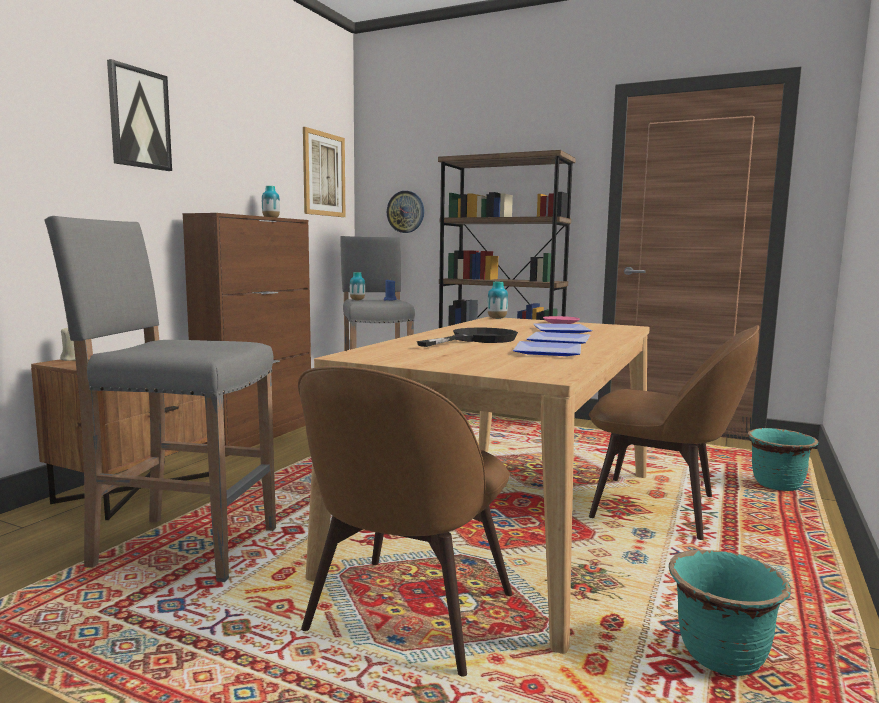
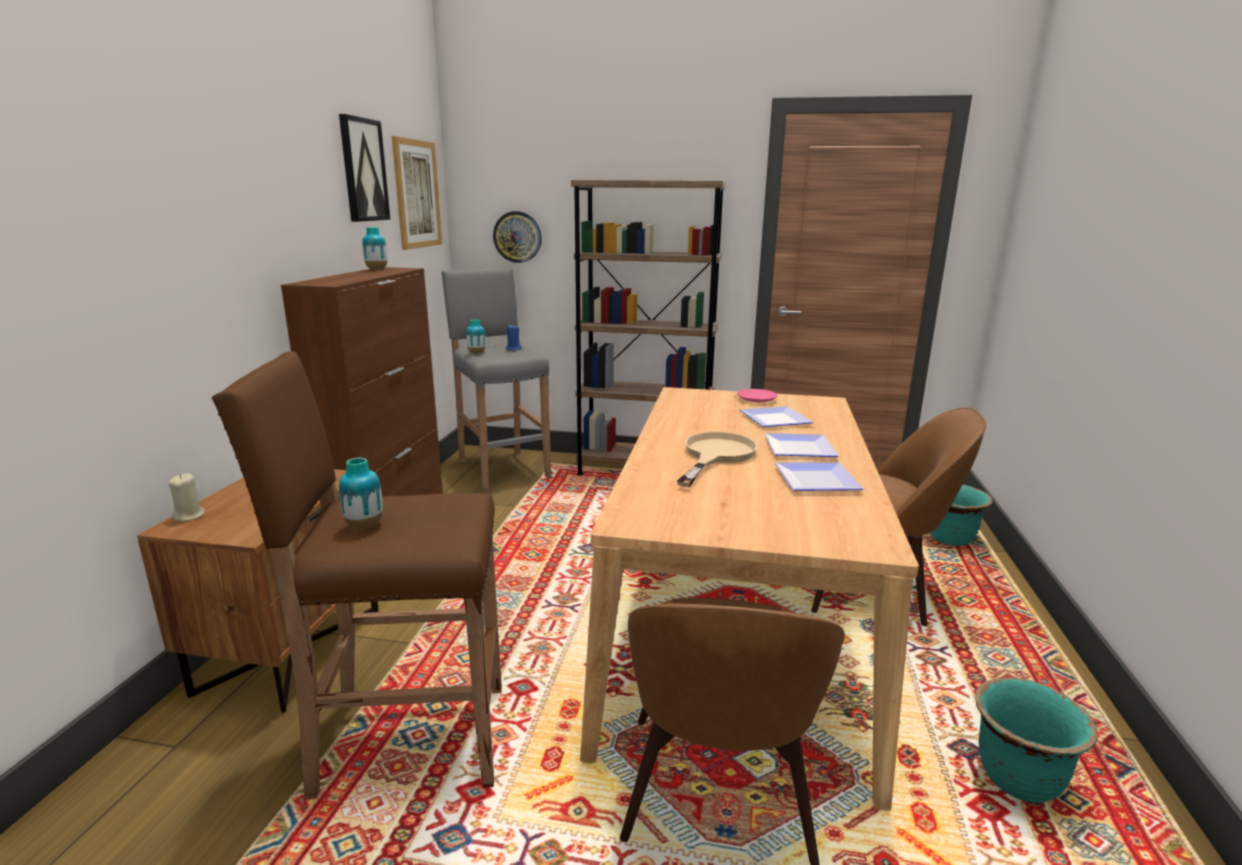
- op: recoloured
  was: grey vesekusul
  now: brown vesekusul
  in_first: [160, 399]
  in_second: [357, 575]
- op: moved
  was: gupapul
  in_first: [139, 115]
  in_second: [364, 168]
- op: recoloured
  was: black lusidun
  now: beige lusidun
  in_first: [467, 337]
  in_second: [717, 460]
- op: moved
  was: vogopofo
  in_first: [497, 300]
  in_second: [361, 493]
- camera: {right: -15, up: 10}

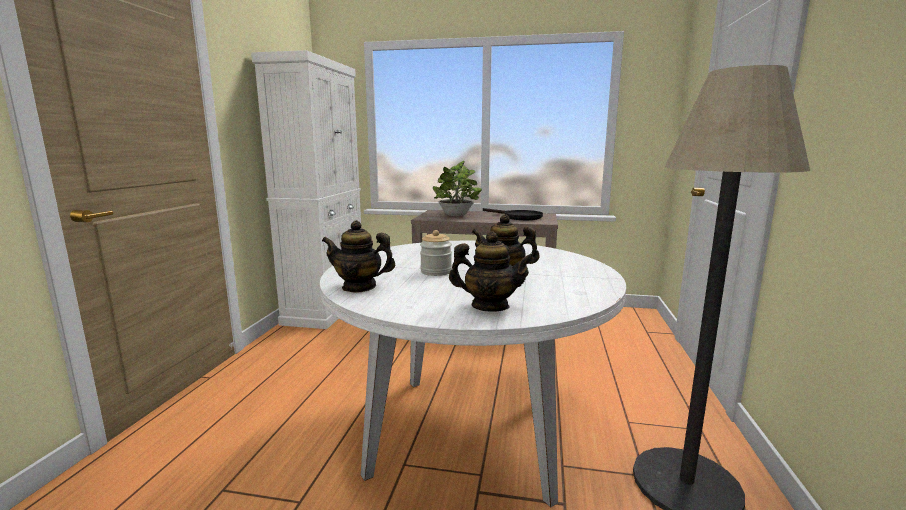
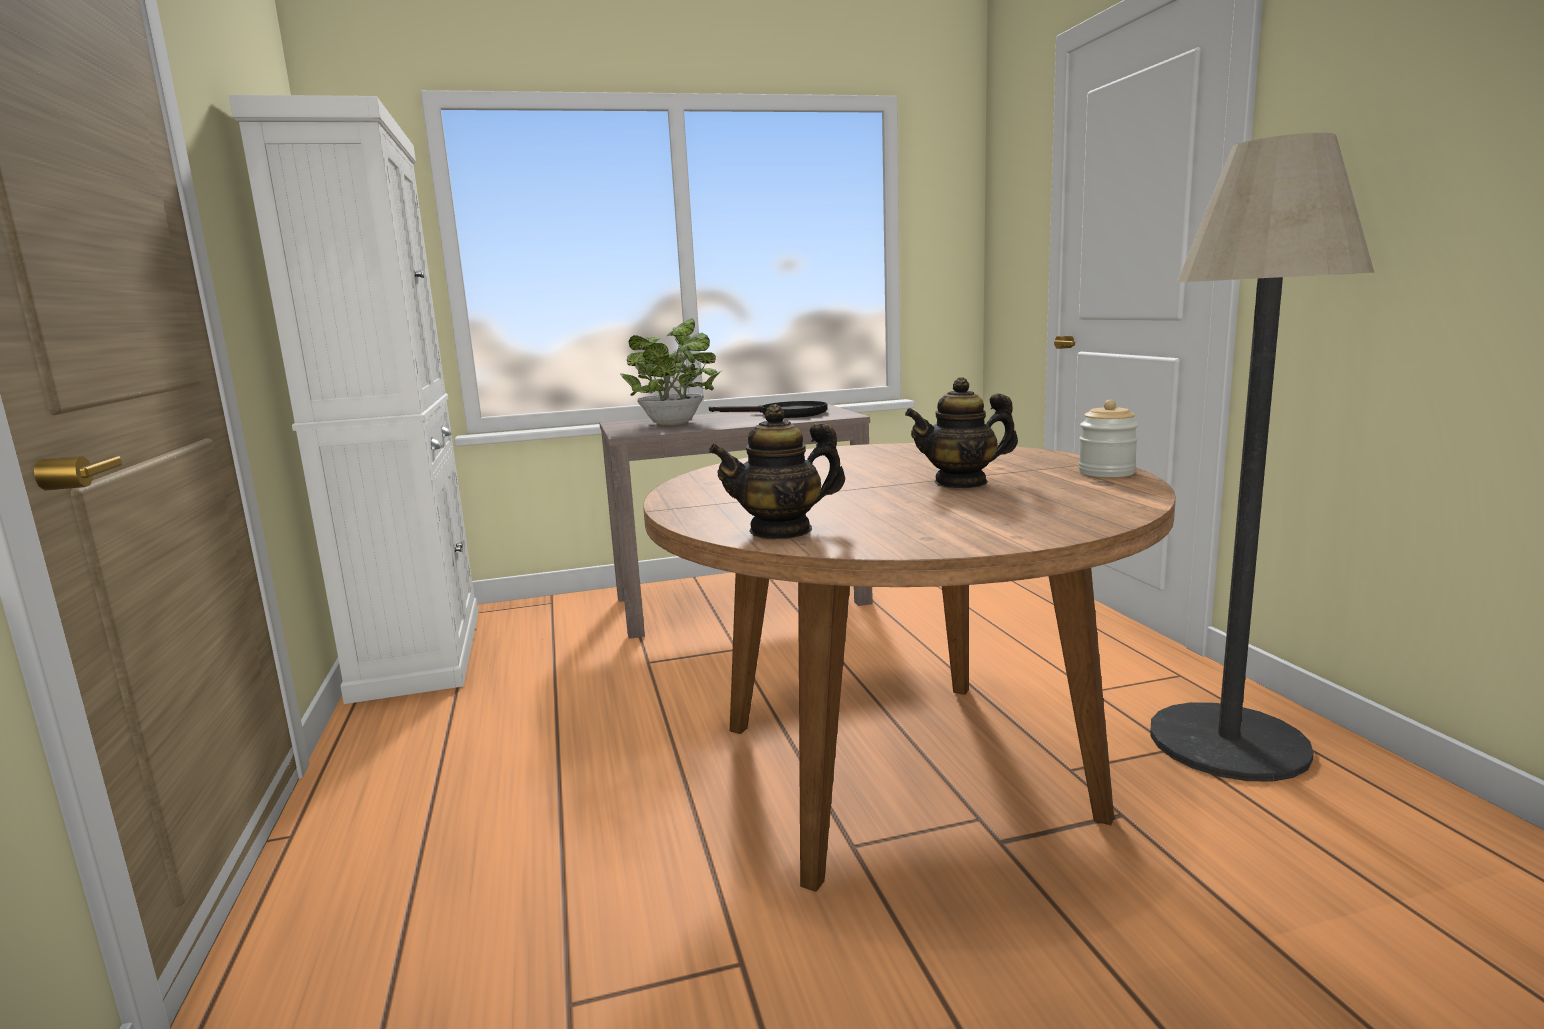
- op: recoloured
  was: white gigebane
  now: brown gigebane
  in_first: [473, 374]
  in_second: [909, 667]
- op: moved
  was: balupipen
  in_first: [436, 253]
  in_second: [1108, 438]
- op: removed
  was: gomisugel
  in_first: [491, 271]
- camera: {right: -25, up: 0}

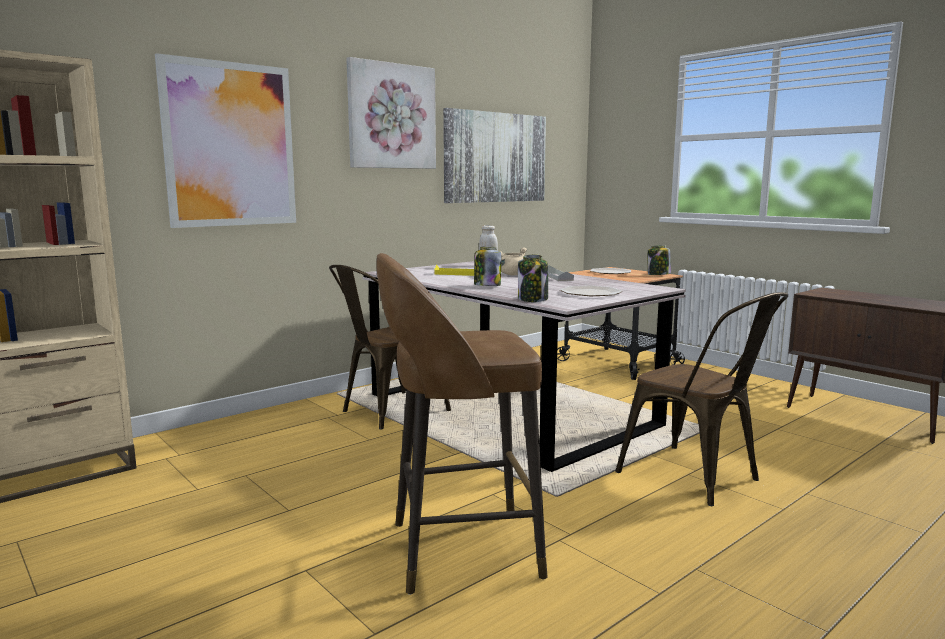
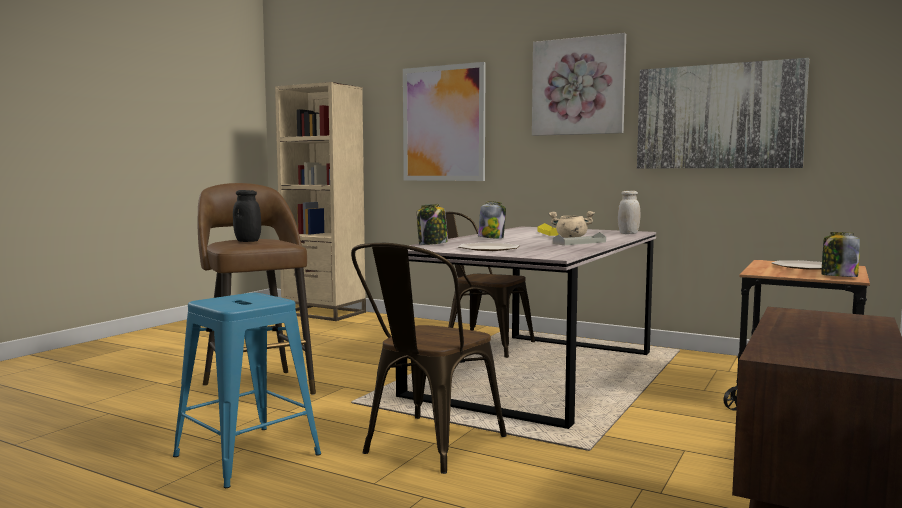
- op: added
  now: blue vesekusul
  in_second: [247, 390]
- op: added
  now: black balupipen
  in_second: [247, 216]
- camera: {right: 70, up: -5}

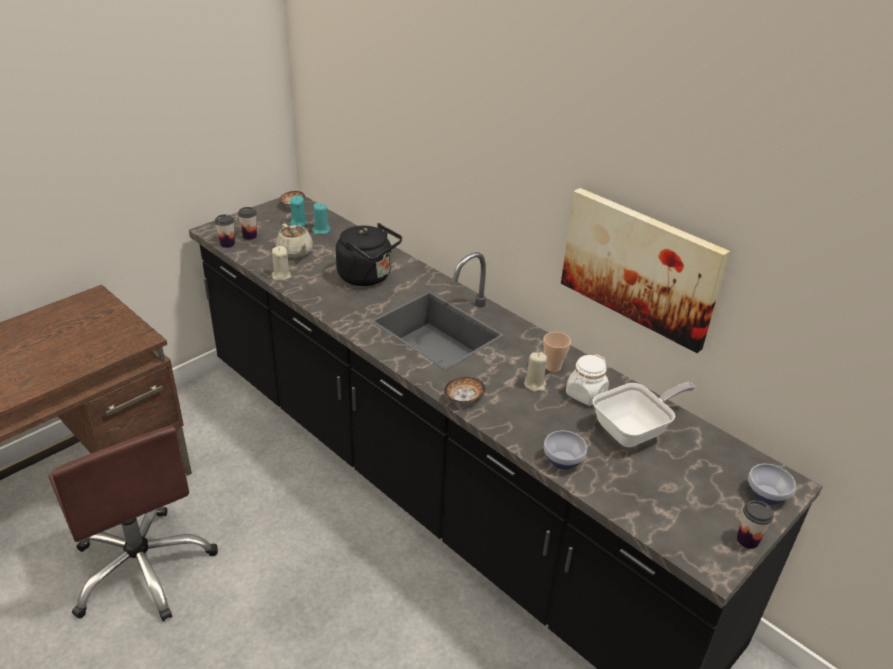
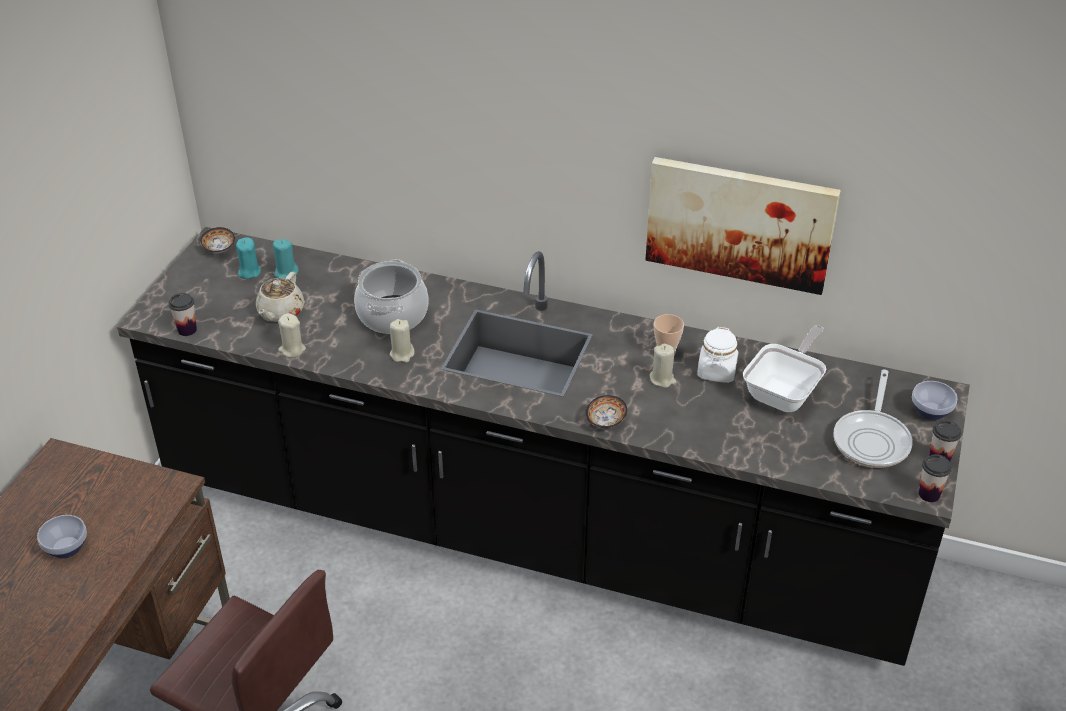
- op: moved
  was: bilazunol
  in_first: [247, 223]
  in_second: [935, 478]
- op: turned
  was: beige gomisugel
  in_first: [294, 241]
  in_second: [280, 297]
  clockwise: 75
- op: replaced
  was: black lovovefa
  now: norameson
  in_first: [369, 254]
  in_second: [391, 296]
- op: moved
  was: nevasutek
  in_first: [565, 450]
  in_second: [62, 536]
- op: added
  now: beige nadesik
  in_second: [402, 340]
- op: added
  now: lusidun
  in_second: [873, 418]
- camera: {right: -25, up: 5}

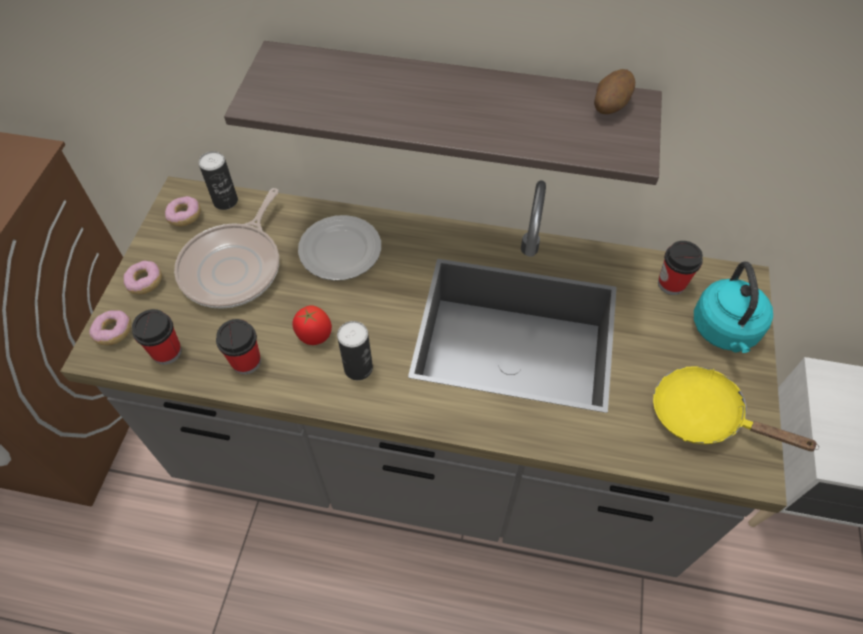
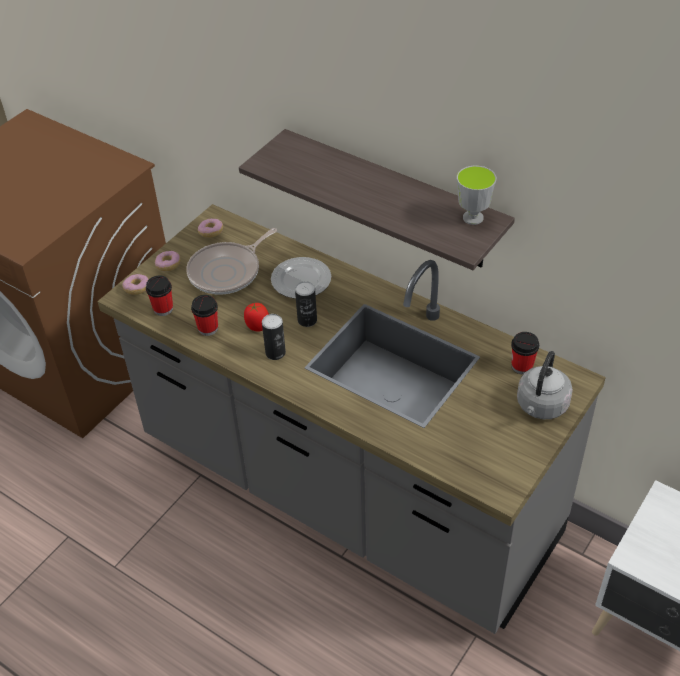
- op: moved
  was: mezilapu
  in_first: [218, 180]
  in_second: [306, 304]
- op: replaced
  was: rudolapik
  now: bilazunol
  in_first: [614, 91]
  in_second: [476, 195]
- op: removed
  was: yellow lusidun
  in_first: [736, 408]
- op: recoloured
  was: turquoise lovovefa
  now: grey lovovefa
  in_first: [733, 307]
  in_second: [545, 385]
- camera: {right: 25, up: -10}

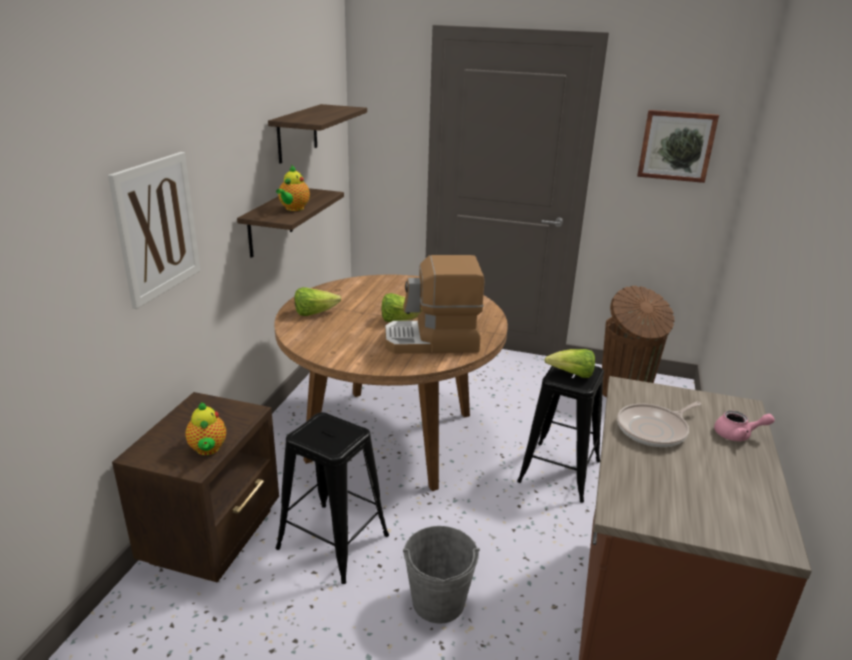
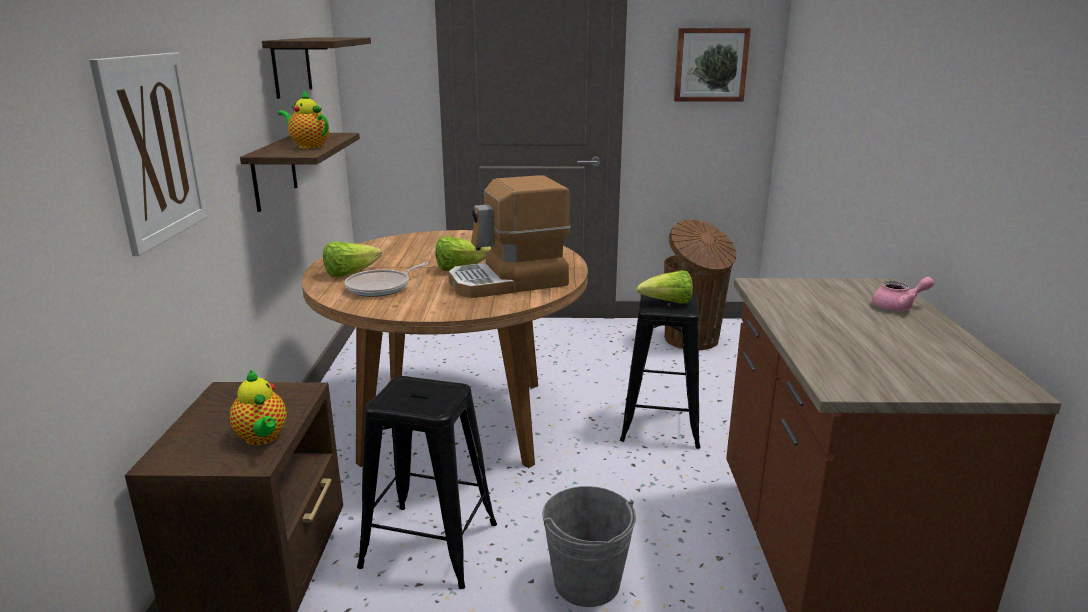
- op: turned
  was: gomisugel
  in_first: [293, 188]
  in_second: [303, 119]
  clockwise: 120
- op: moved
  was: lusidun
  in_first: [659, 424]
  in_second: [386, 280]
- camera: {right: -15, up: -5}

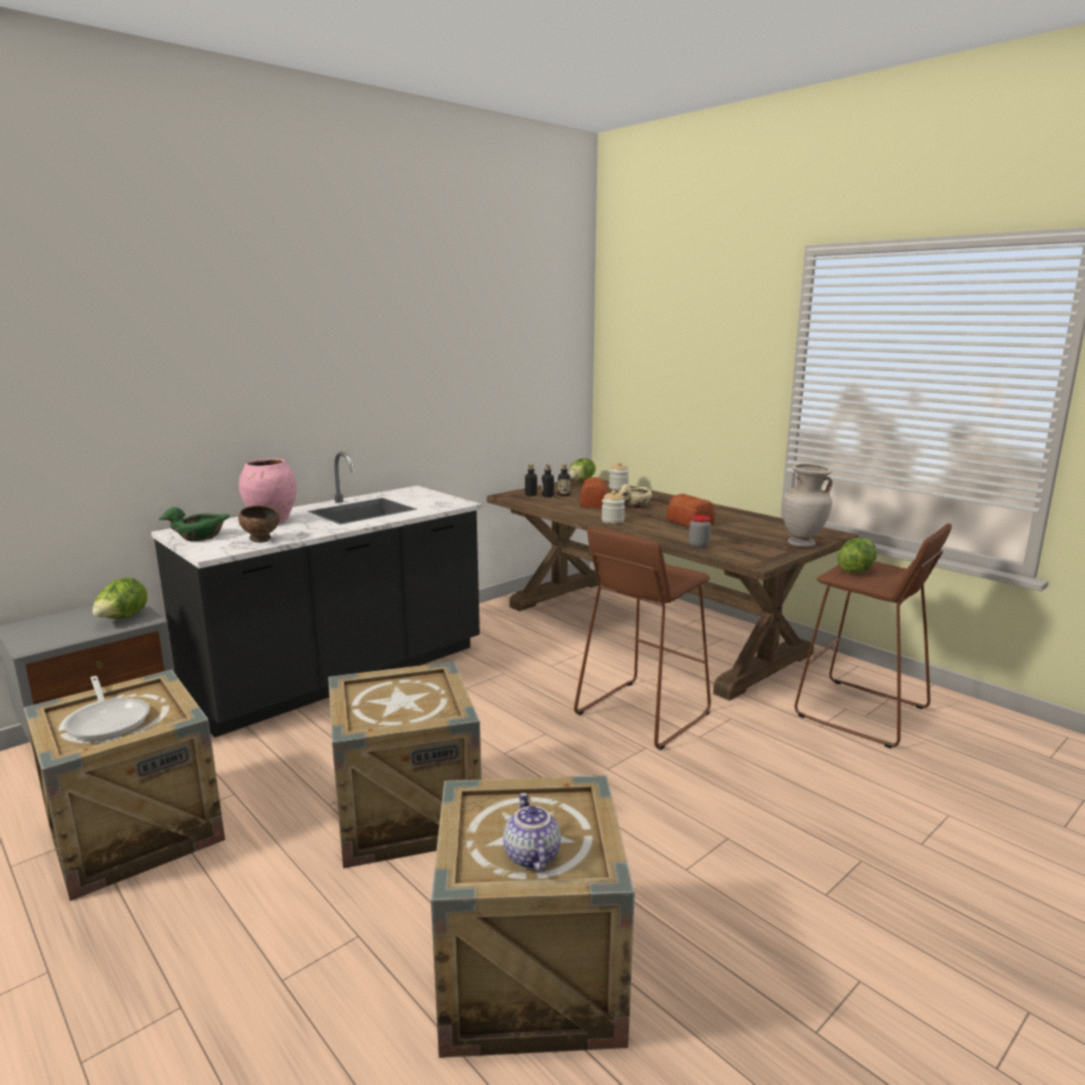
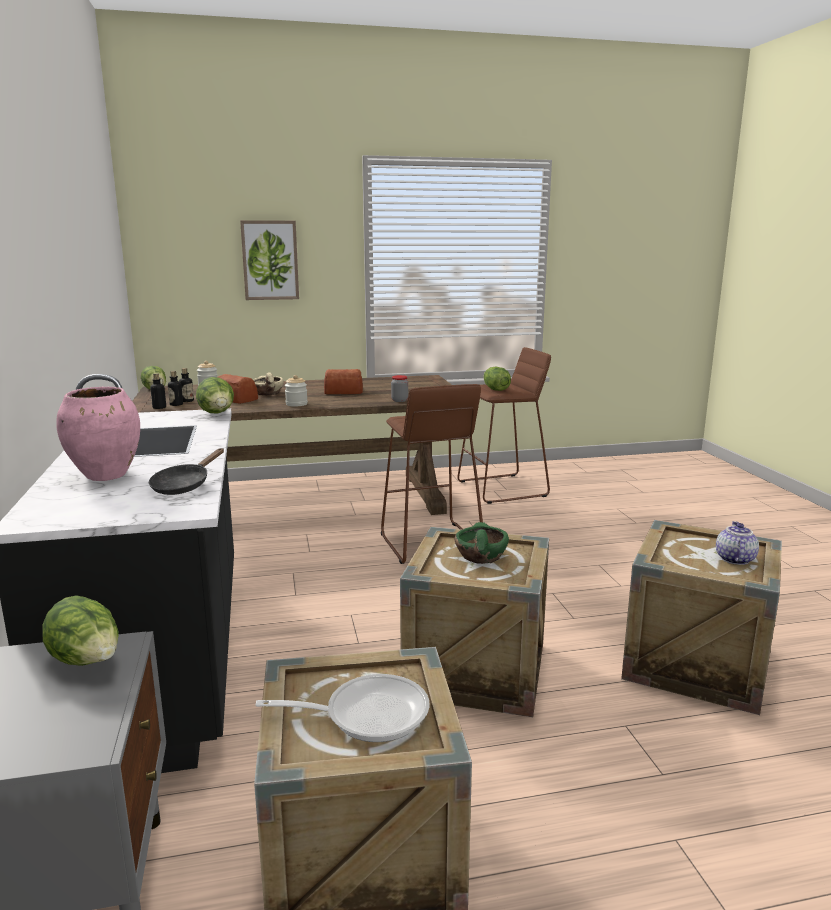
- op: moved
  was: green nevasutek
  in_first: [194, 524]
  in_second: [482, 543]
- op: replaced
  was: brown nevasutek
  now: black lusidun
  in_first: [259, 524]
  in_second: [186, 471]
- op: turned
  was: gomisugel
  in_first: [532, 832]
  in_second: [737, 543]
  clockwise: 90
- op: removed
  was: beige vogopofo
  in_first: [807, 505]
- op: added
  now: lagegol
  in_second: [215, 395]
- op: added
  now: gupapul
  in_second: [269, 260]
- camera: {right: -60, up: 0}

